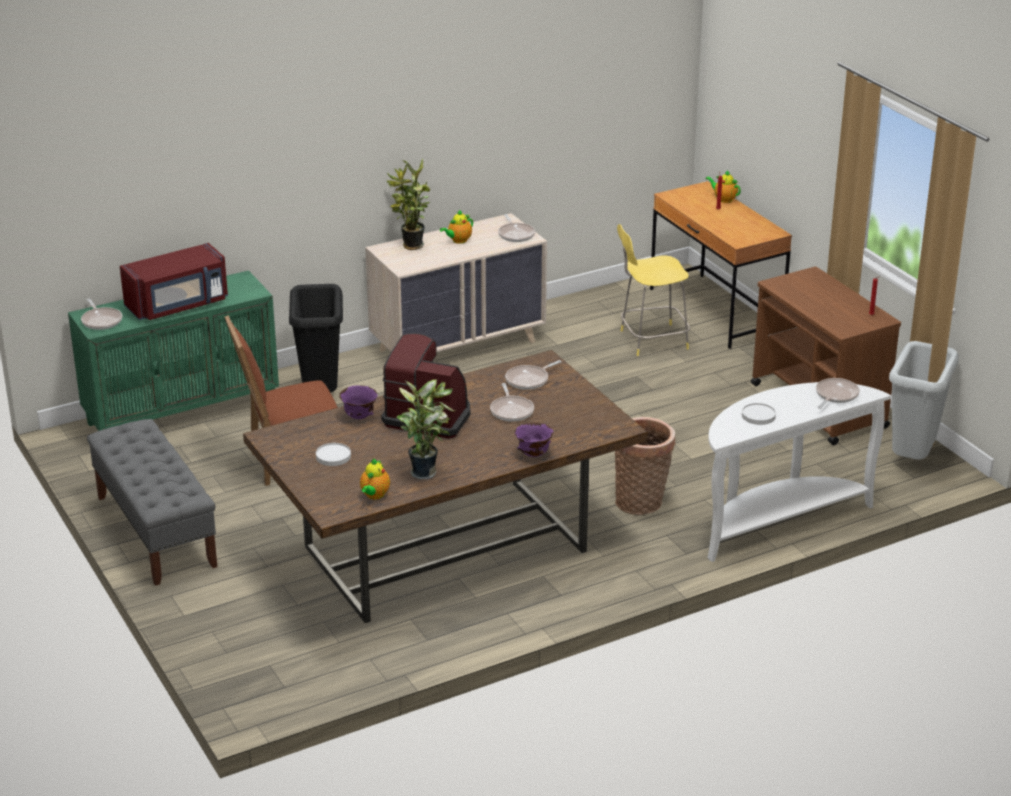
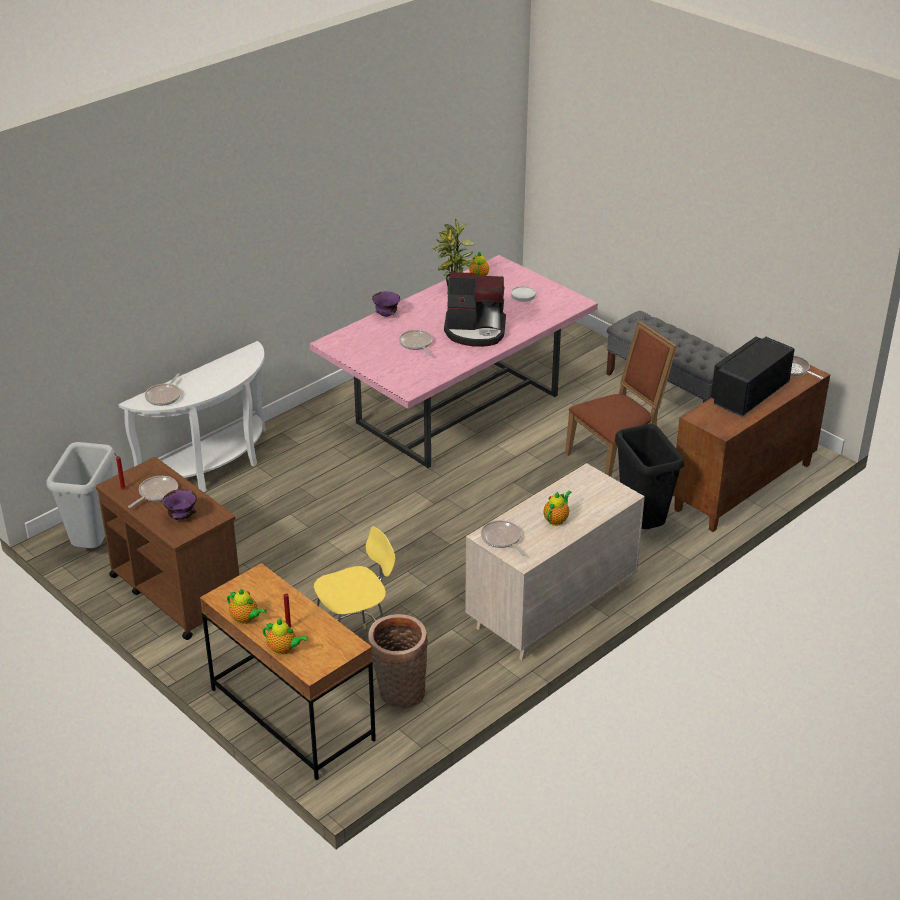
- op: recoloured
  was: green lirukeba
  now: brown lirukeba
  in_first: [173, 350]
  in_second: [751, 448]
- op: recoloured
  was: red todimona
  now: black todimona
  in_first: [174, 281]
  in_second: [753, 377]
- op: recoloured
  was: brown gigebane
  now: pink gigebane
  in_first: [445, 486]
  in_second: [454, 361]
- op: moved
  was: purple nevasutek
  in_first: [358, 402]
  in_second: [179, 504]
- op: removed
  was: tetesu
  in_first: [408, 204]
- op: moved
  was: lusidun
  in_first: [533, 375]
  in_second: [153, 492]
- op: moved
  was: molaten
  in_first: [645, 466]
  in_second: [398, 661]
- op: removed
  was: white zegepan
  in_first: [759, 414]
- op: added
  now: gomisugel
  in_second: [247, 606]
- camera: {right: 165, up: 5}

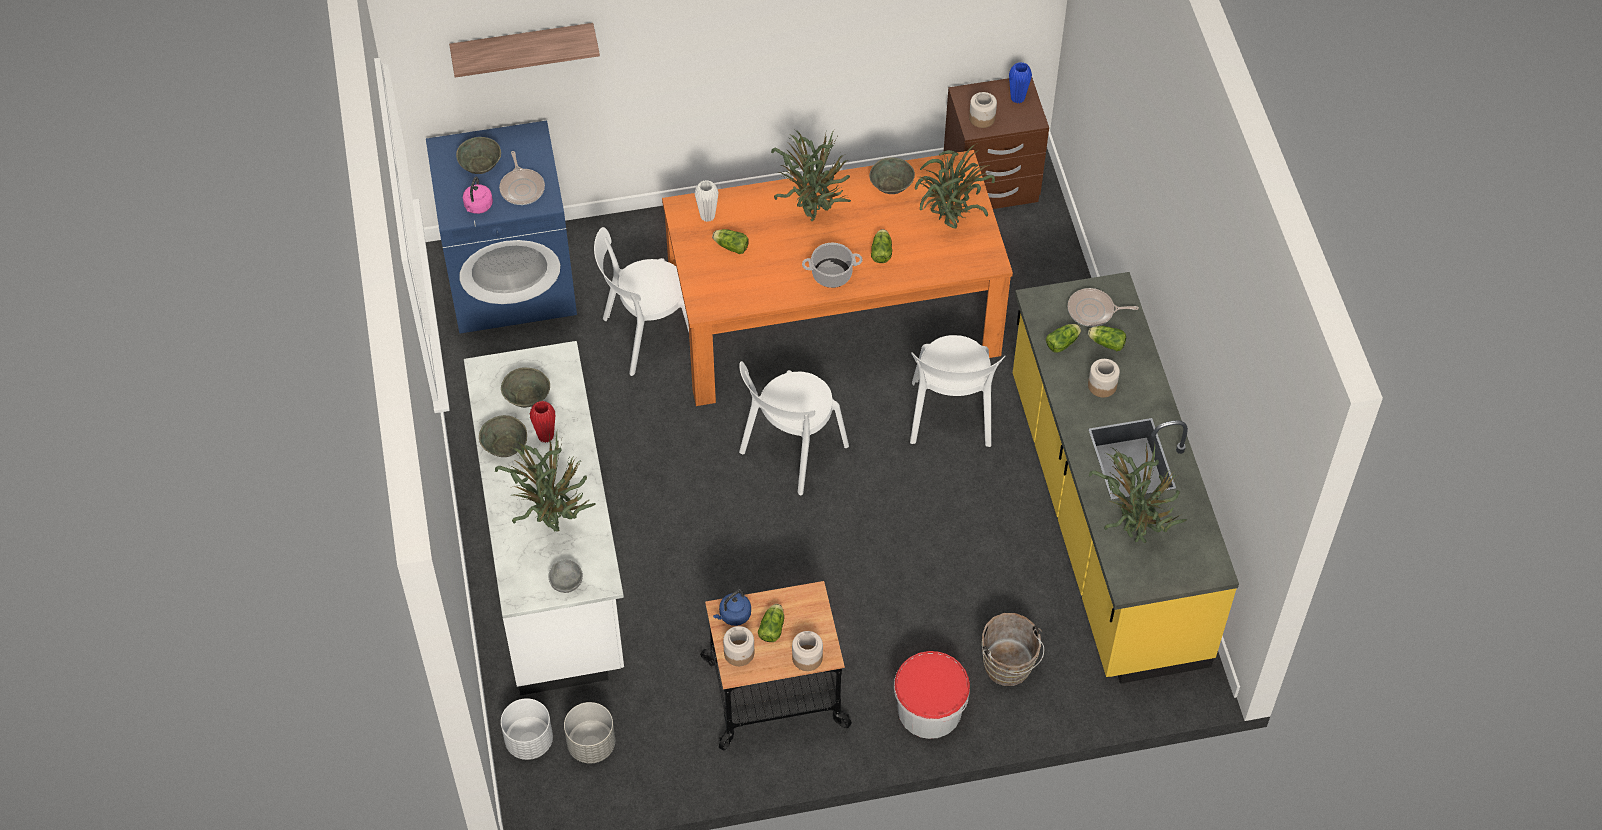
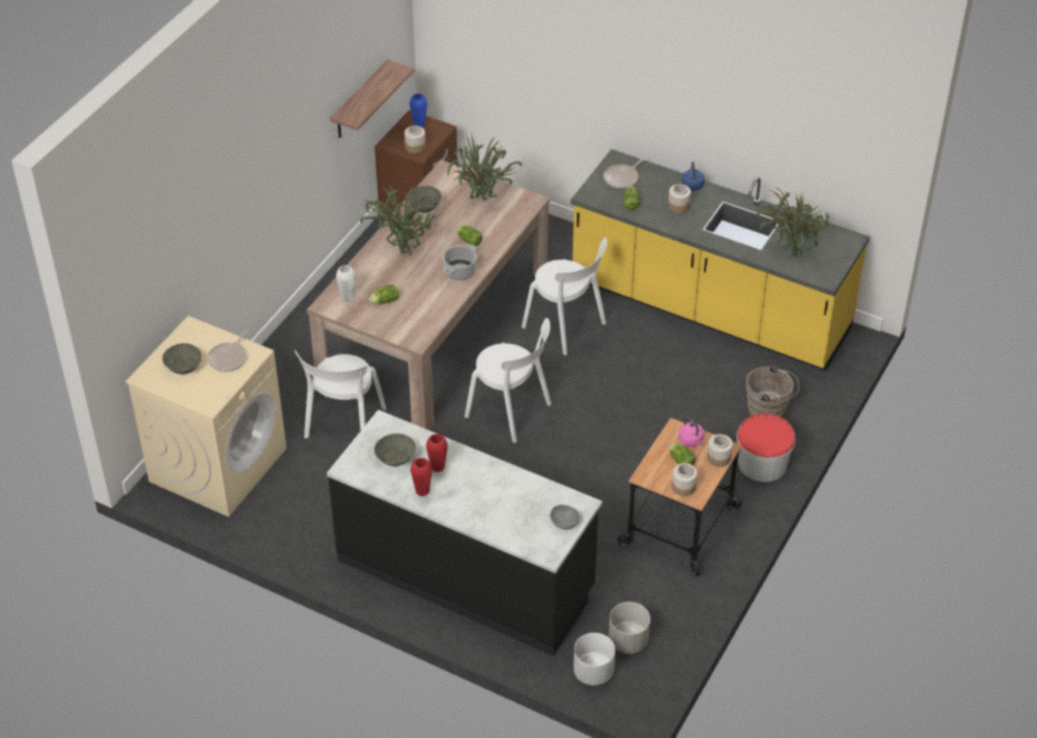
- op: recoloured
  was: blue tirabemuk
  now: beige tirabemuk
  in_first: [501, 227]
  in_second: [206, 416]
- op: moved
  was: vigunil
  in_first: [524, 50]
  in_second: [372, 99]
- op: moved
  was: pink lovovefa
  in_first: [478, 195]
  in_second: [691, 432]
- op: recoloured
  was: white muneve
  now: black muneve
  in_first: [544, 518]
  in_second: [464, 533]
- op: replaced
  was: grey nevasutek
  now: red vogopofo
  in_first: [503, 436]
  in_second: [421, 477]
- op: removed
  was: tetesu
  in_first: [545, 482]
- op: turned
  was: lusidun
  in_first: [522, 178]
  in_second: [227, 351]
  clockwise: 90
- op: recoloured
  was: orange gigebane
  now: beige gigebane
  in_first: [837, 278]
  in_second: [428, 295]
- op: moved
  was: blue lovovefa
  in_first: [732, 607]
  in_second: [693, 176]
- op: turned
  was: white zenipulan
  in_first: [794, 428]
  in_second: [508, 380]
  clockwise: -45
- op: removed
  was: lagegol
  in_first: [1107, 338]
- camera: {right: -50, up: -10}

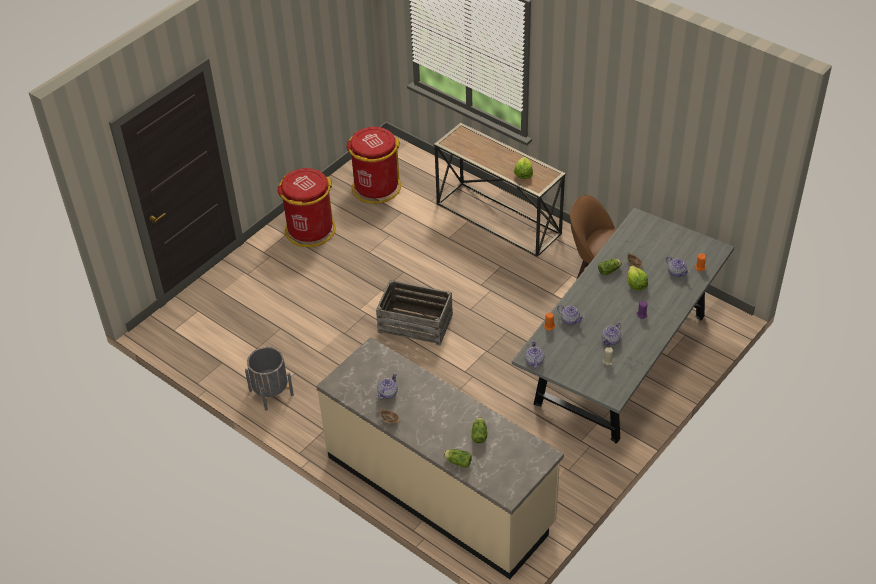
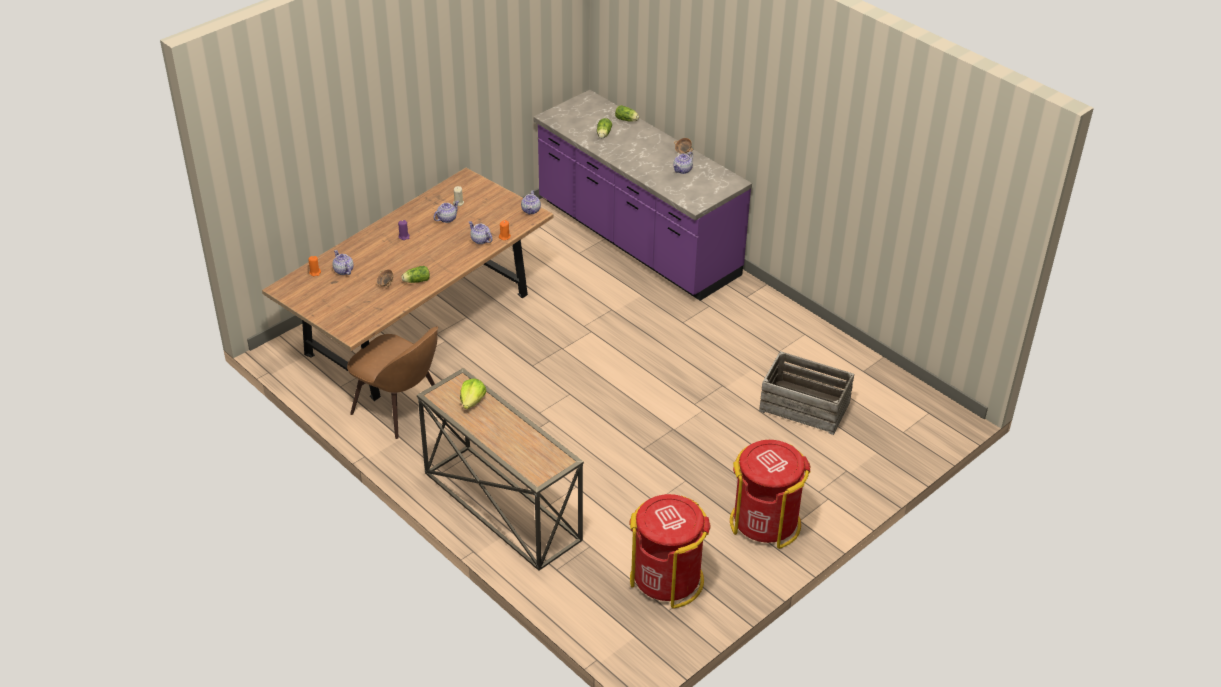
- op: removed
  was: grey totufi
  in_first: [269, 379]
- op: recoloured
  was: beige muneve
  now: purple muneve
  in_first: [440, 458]
  in_second: [642, 195]
- op: moved
  was: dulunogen
  in_first: [414, 313]
  in_second: [806, 393]
- op: recoloured
  was: grey gigebane
  now: brown gigebane
  in_first: [623, 326]
  in_second: [408, 284]
- op: removed
  was: lagegol
  in_first: [638, 278]
- camera: {right: -175, up: -5}

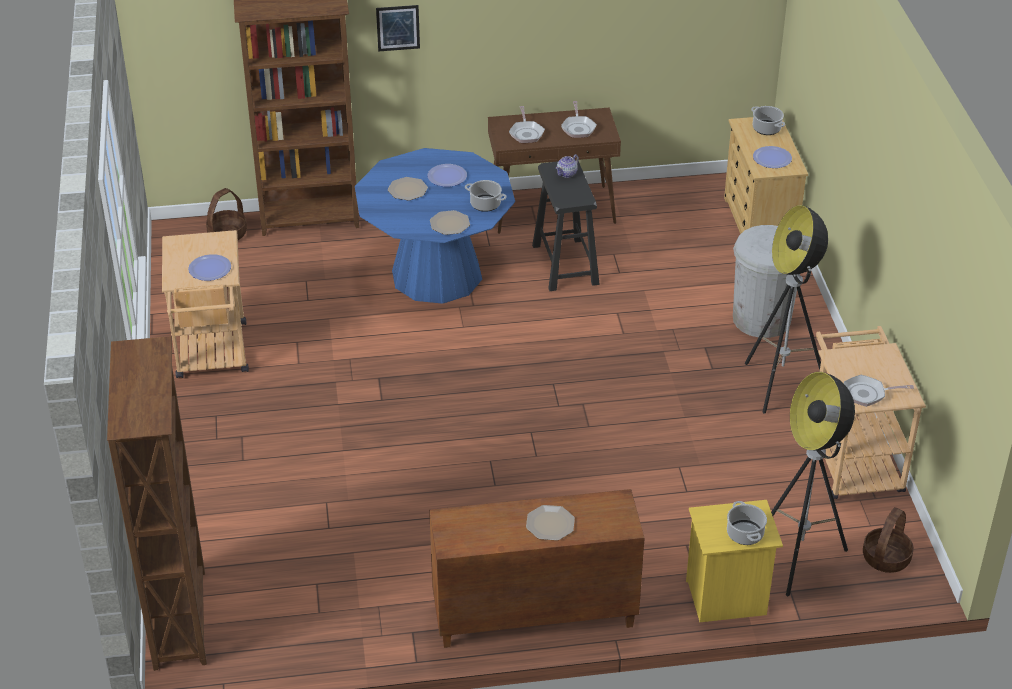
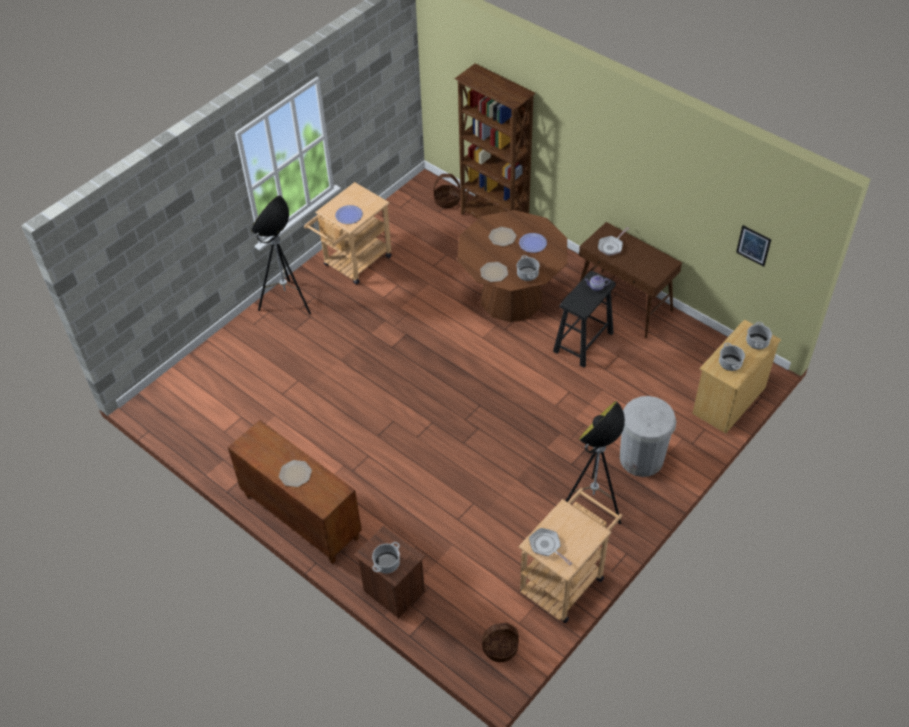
- op: removed
  was: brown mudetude
  in_first: [157, 503]
- op: recoloured
  was: blue gigebane
  now: brown gigebane
  in_first: [435, 226]
  in_second: [512, 266]
- op: moved
  was: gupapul
  in_first: [398, 28]
  in_second: [753, 246]
- op: removed
  was: lusidun
  in_first: [579, 119]
- op: recoloured
  was: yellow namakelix
  now: brown namakelix
  in_first: [734, 561]
  in_second: [389, 571]
- op: replaced
  was: zegepan
  now: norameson
  in_first: [772, 157]
  in_second: [732, 357]
- op: moved
  was: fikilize
  in_first: [813, 484]
  in_second: [281, 254]
- camera: {right: 50, up: 10}

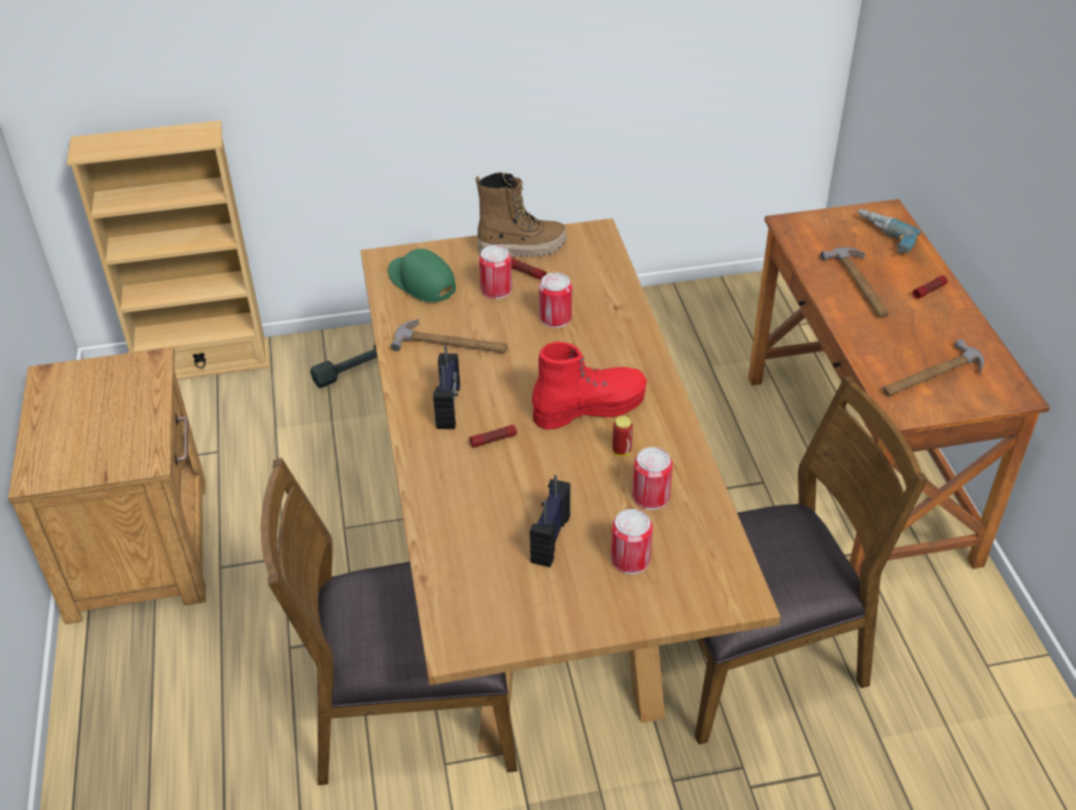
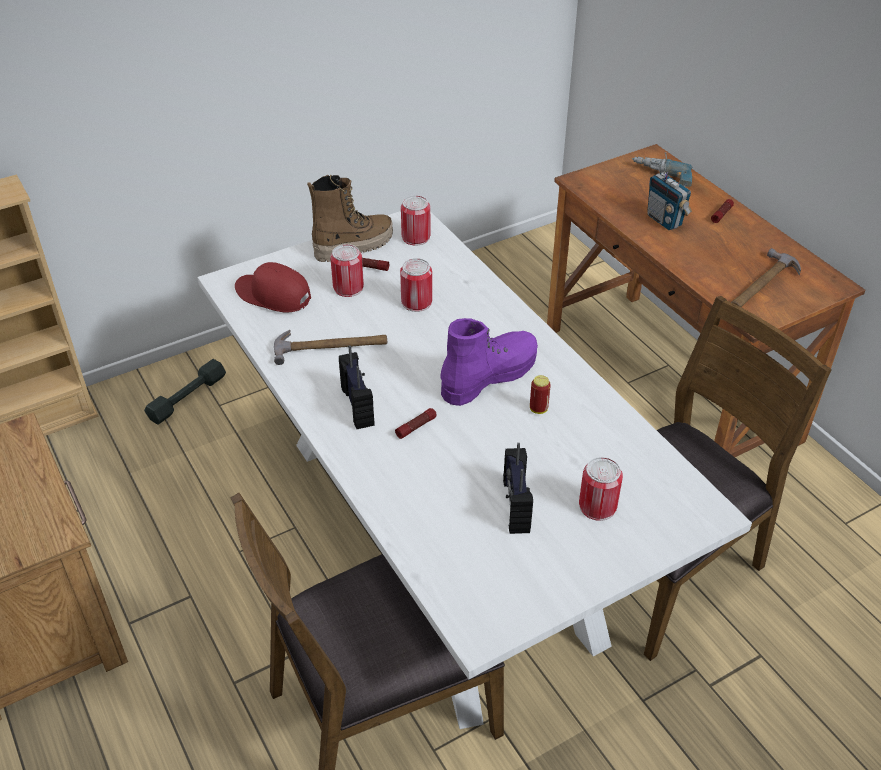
- op: recoloured
  was: brown gigebane
  now: white gigebane
  in_first: [571, 486]
  in_second: [475, 470]
- op: recoloured
  was: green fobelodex
  now: red fobelodex
  in_first: [422, 275]
  in_second: [273, 287]
- op: recoloured
  was: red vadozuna
  now: purple vadozuna
  in_first: [589, 386]
  in_second: [489, 362]
- op: moved
  was: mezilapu
  in_first: [652, 478]
  in_second: [416, 220]
- op: replaced
  was: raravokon
  now: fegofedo
  in_first: [855, 282]
  in_second: [669, 191]
- camera: {right: -20, up: 0}

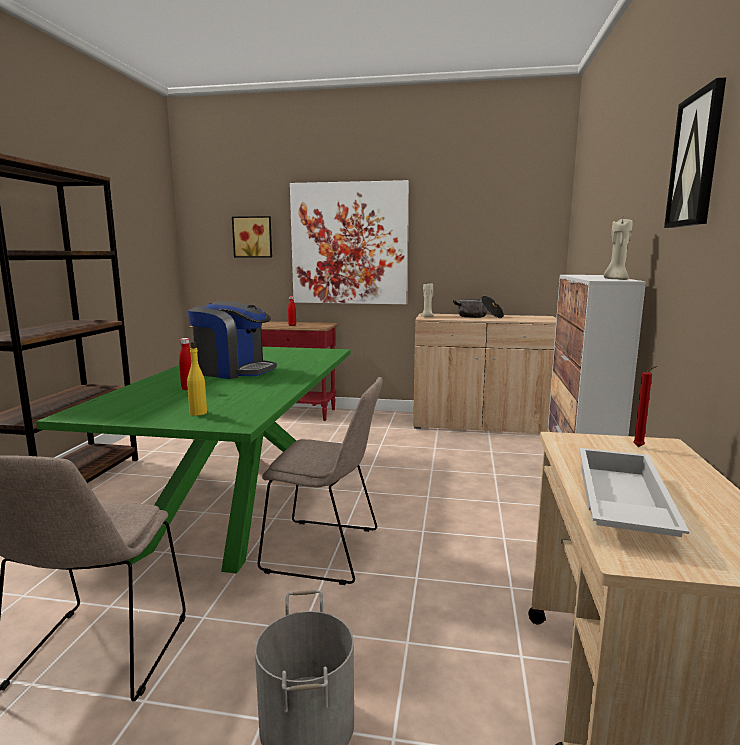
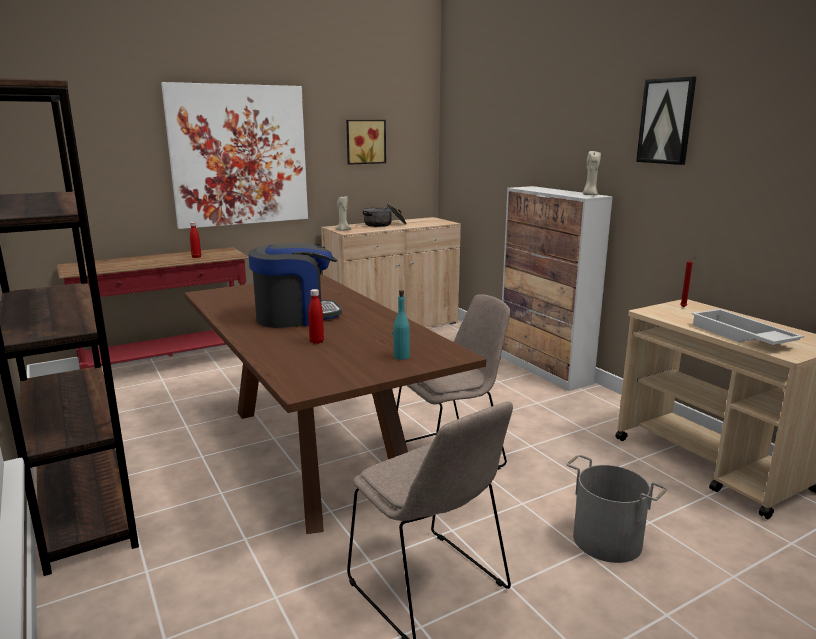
- op: recoloured
  was: green gigebane
  now: brown gigebane
  in_first: [193, 460]
  in_second: [335, 404]
- op: recoloured
  was: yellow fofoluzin
  now: turquoise fofoluzin
  in_first: [197, 379]
  in_second: [401, 325]
- op: moved
  was: gupapul
  in_first: [252, 237]
  in_second: [366, 142]
- camera: {right: -40, up: 5}

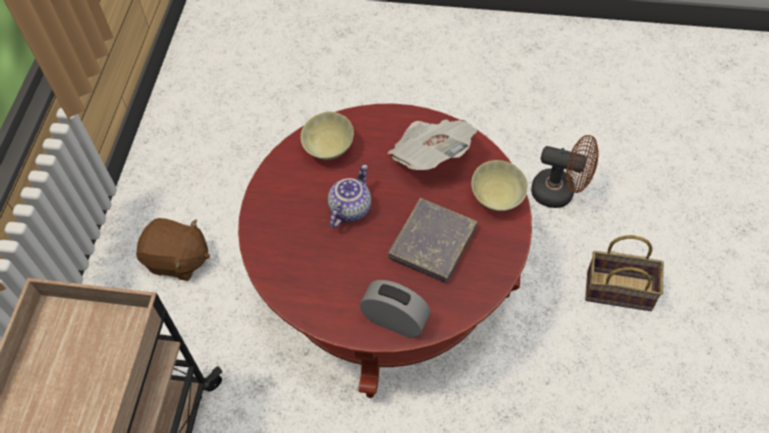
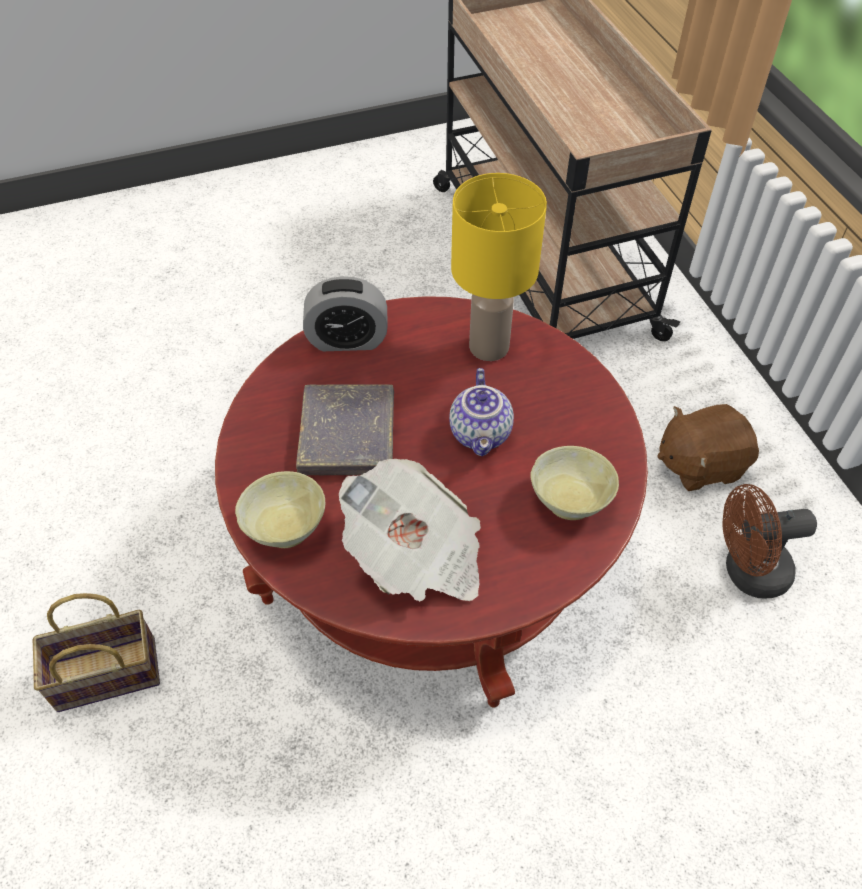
- op: moved
  was: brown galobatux
  in_first: [565, 171]
  in_second: [770, 541]
- op: added
  now: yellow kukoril
  in_second: [499, 267]
- camera: {right: 150, up: -5}

